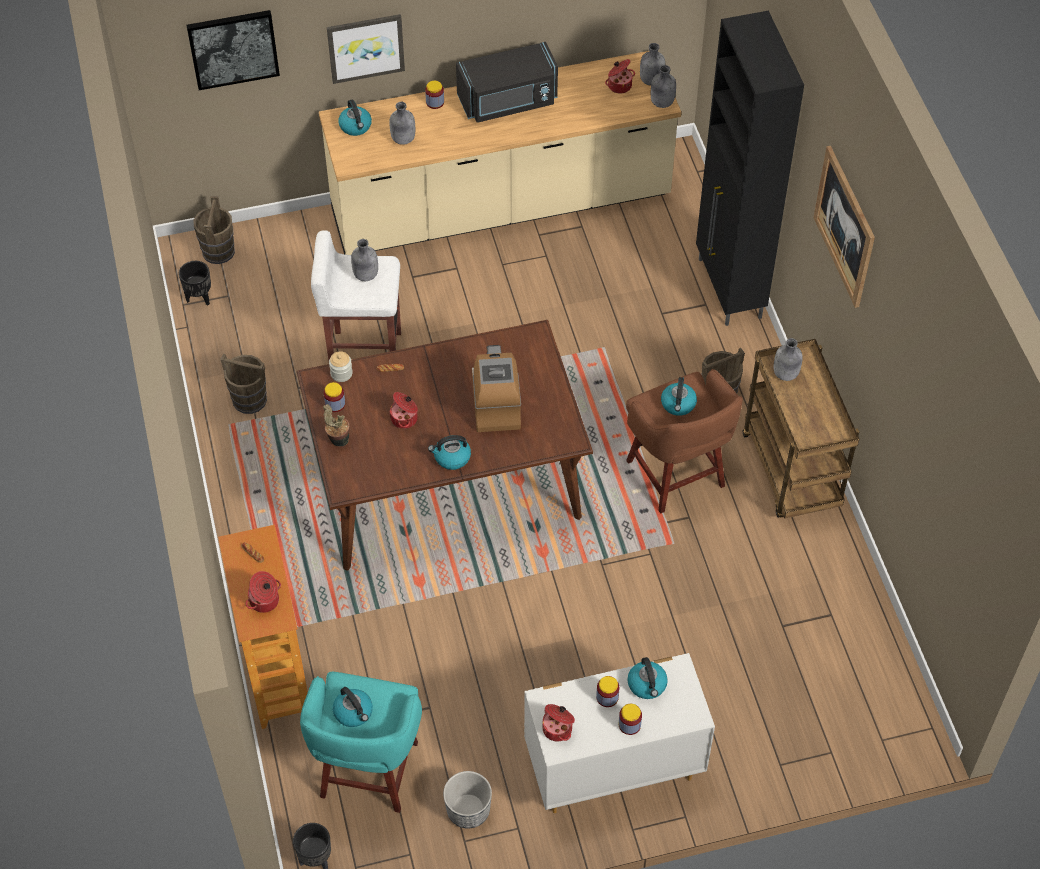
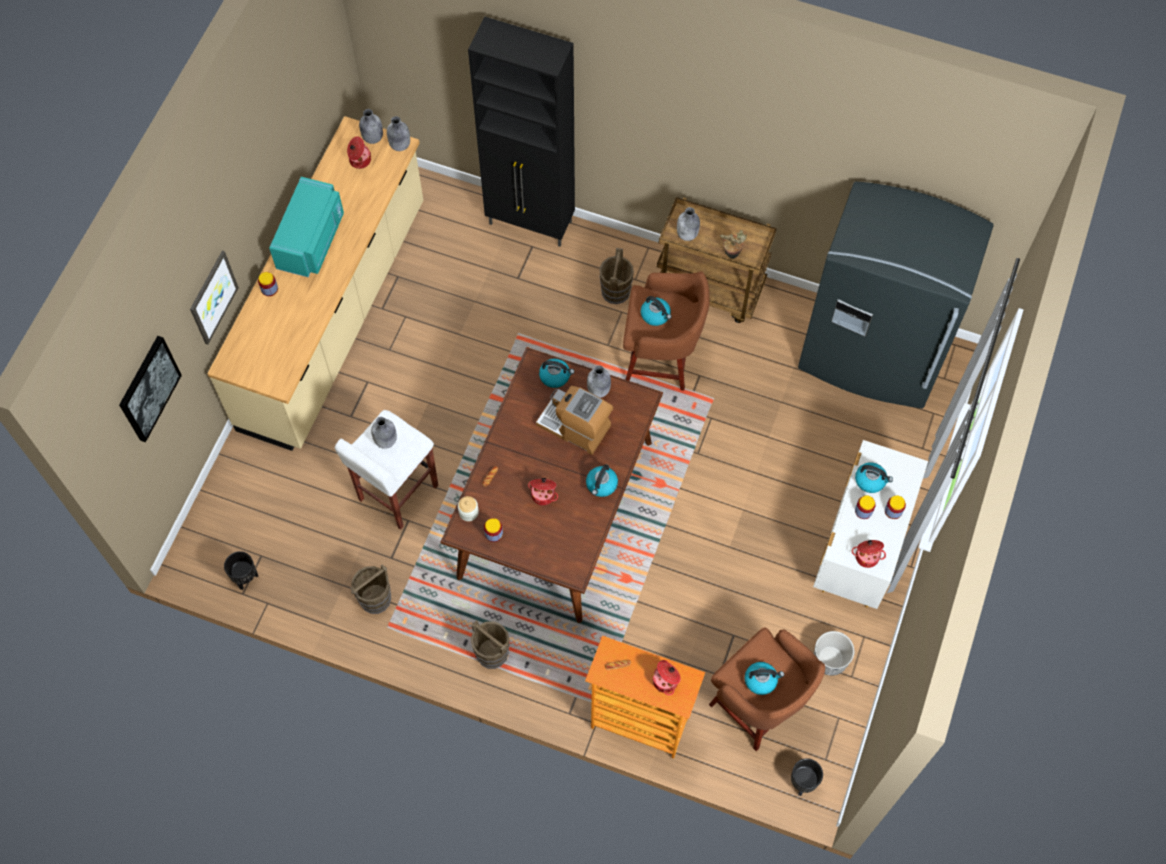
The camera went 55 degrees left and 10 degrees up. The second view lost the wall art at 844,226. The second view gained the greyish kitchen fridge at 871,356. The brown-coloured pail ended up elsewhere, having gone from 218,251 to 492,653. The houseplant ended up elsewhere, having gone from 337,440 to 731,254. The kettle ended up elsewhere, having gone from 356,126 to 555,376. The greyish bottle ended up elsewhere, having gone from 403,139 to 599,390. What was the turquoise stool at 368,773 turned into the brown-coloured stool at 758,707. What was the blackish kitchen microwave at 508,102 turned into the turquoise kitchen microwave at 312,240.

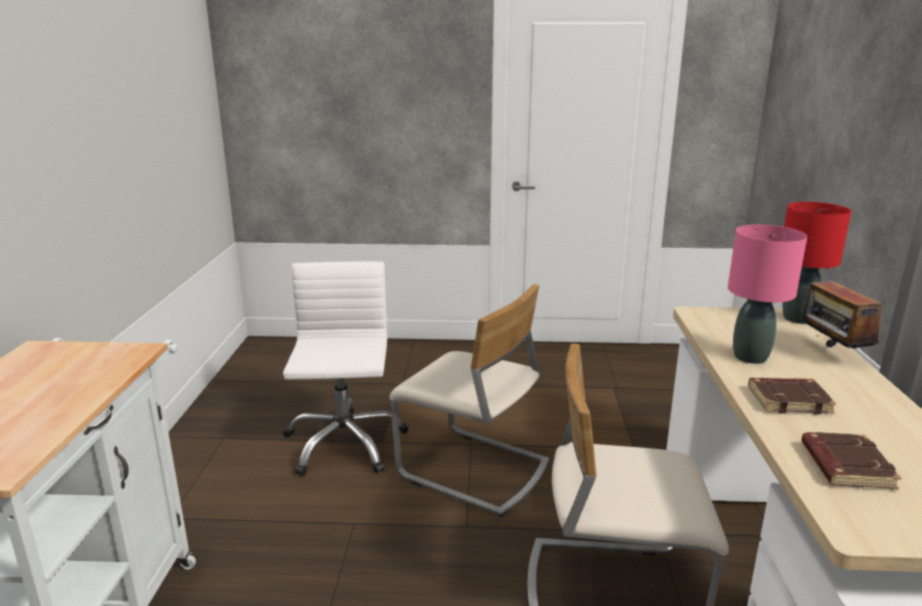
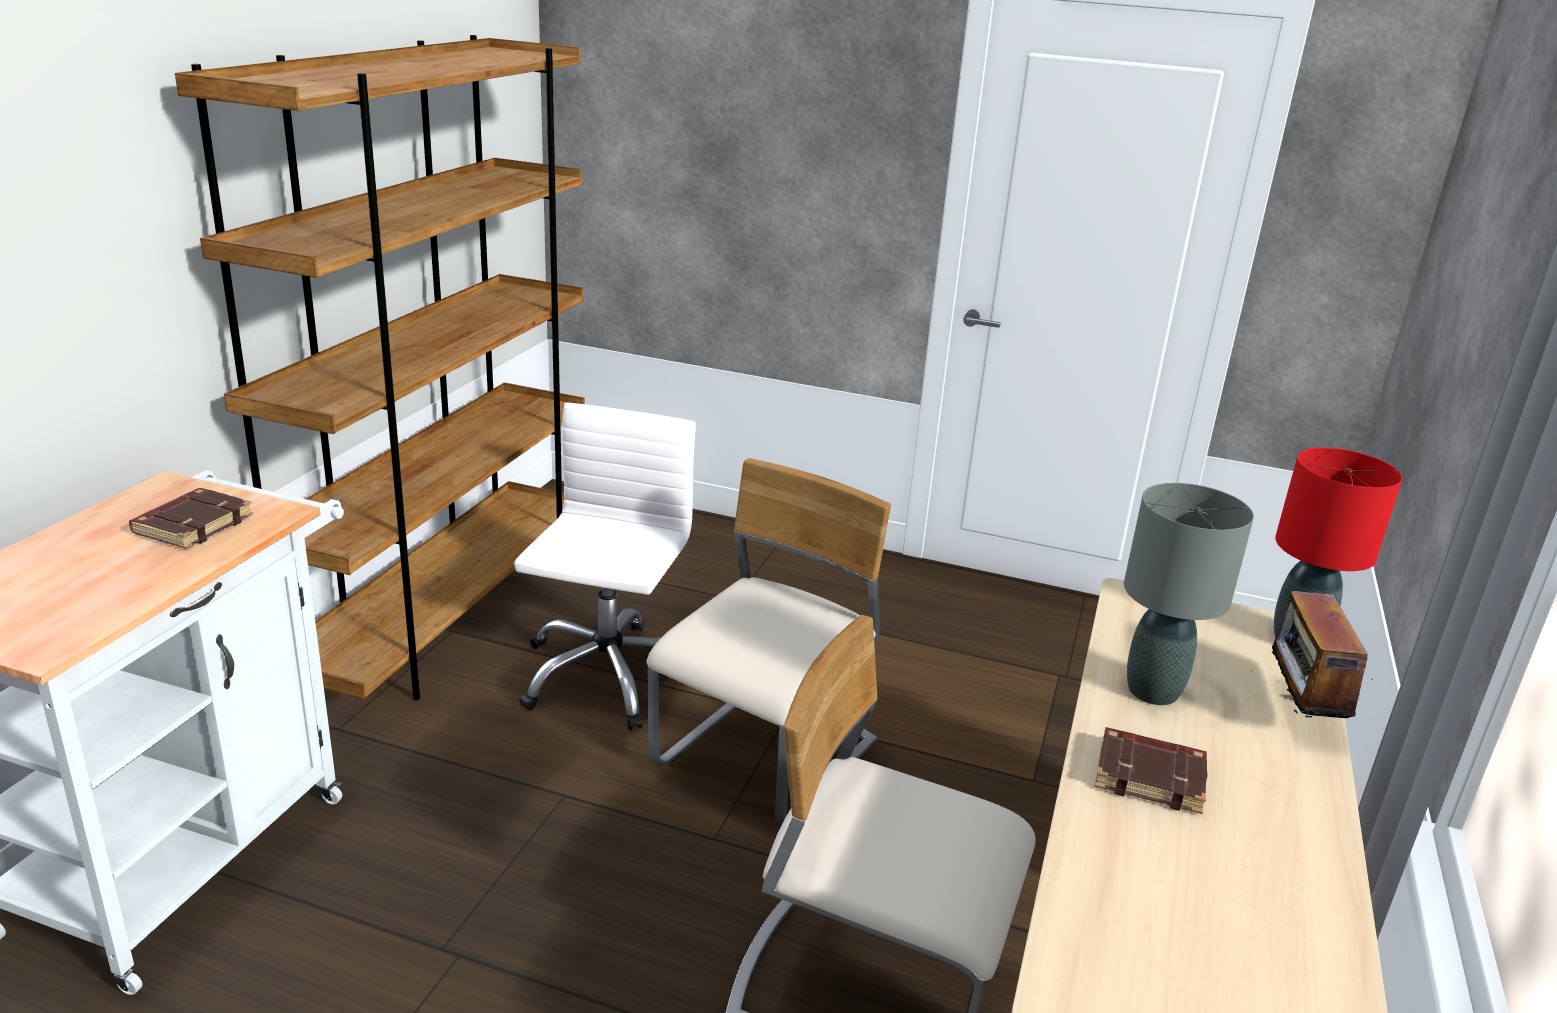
The camera went 15 degrees right and 5 degrees up. The second view gained the brown-coloured bookcase at 449,614. The brown-coloured volume ended up elsewhere, having gone from 844,465 to 193,524. What was the pink-coloured tabletop lamp at 750,357 turned into the greyish tabletop lamp at 1153,691. The beige upright chair at 473,470 ended up facing another way, 105 degrees counterclockwise from before.

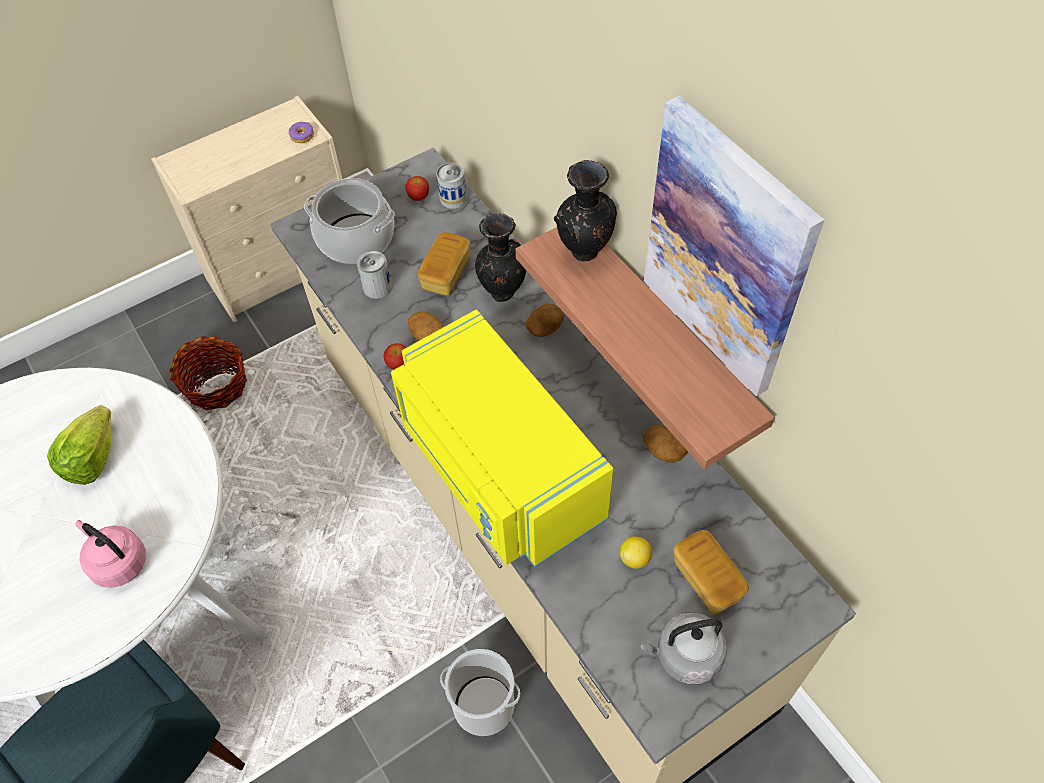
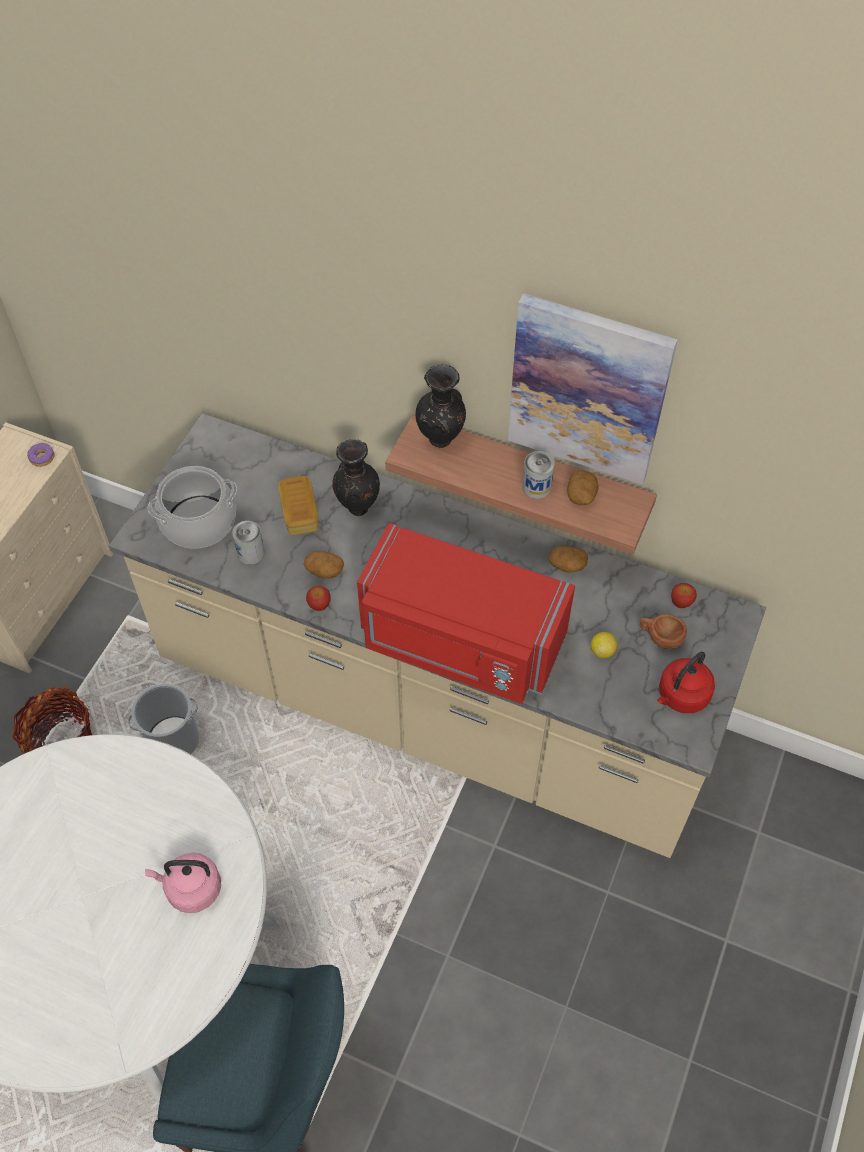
The camera went 35 degrees left and 0 degrees up. The second view lost the lettuce head at 92,458. The apple ended up elsewhere, having gone from 419,197 to 681,602. The can ended up elsewhere, having gone from 453,199 to 536,487. The pail ended up elsewhere, having gone from 483,705 to 173,739. The whole potato ended up elsewhere, having gone from 545,328 to 581,495. Where the baked bread stood at 707,580, the brown-coloured cup came to stand at 660,638. What was the yellow-coloured kitchen microwave at 497,471 turned into the reddish kitchen microwave at 459,644. What was the greyish kettle at 685,656 turned into the reddish kettle at 681,696.

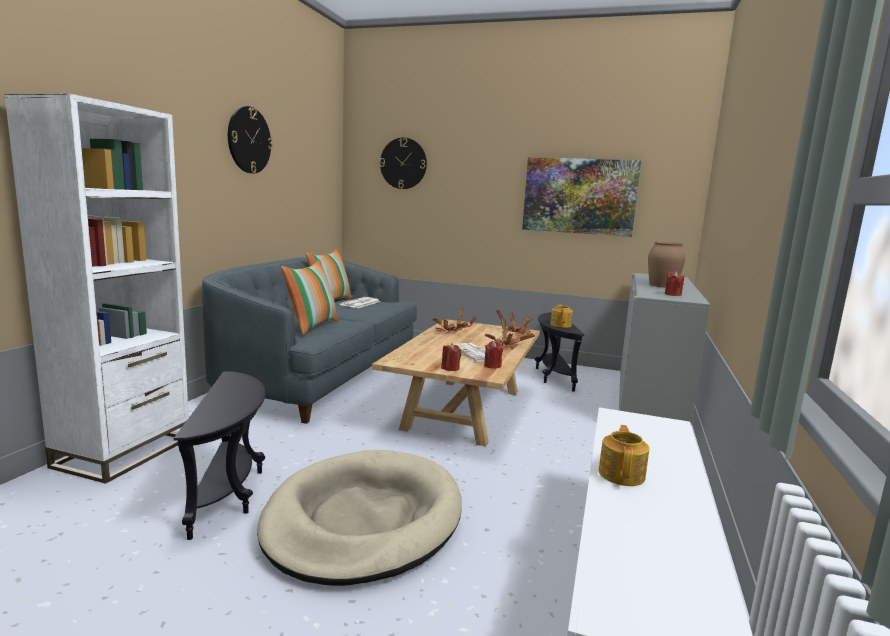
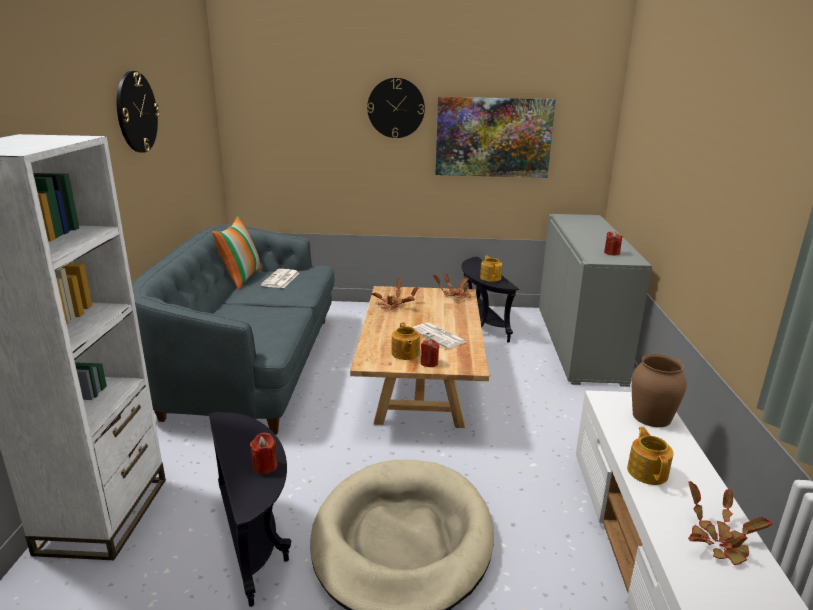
The camera went 15 degrees left and 10 degrees up. The second view lost the throw pillow at 312,326. The second view gained the teapot at 405,353. The wall clock ended up elsewhere, having gone from 403,163 to 396,108. The reddish wax candle ended up elsewhere, having gone from 492,366 to 265,466. The houseplant ended up elsewhere, having gone from 508,345 to 719,541. The brown-coloured flower vase ended up elsewhere, having gone from 662,285 to 652,417.

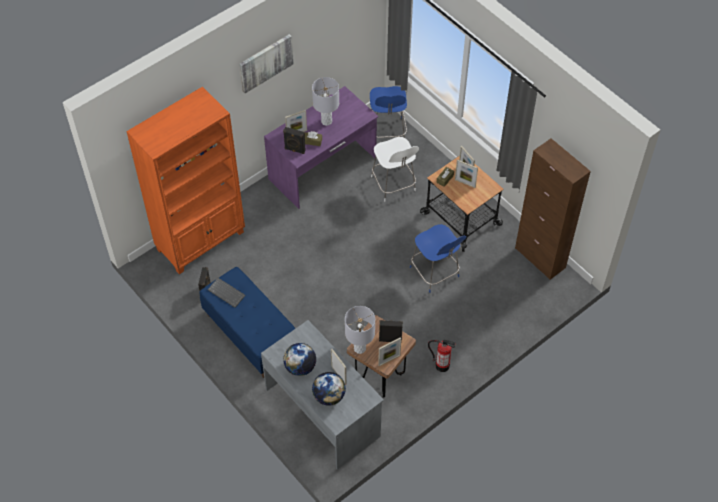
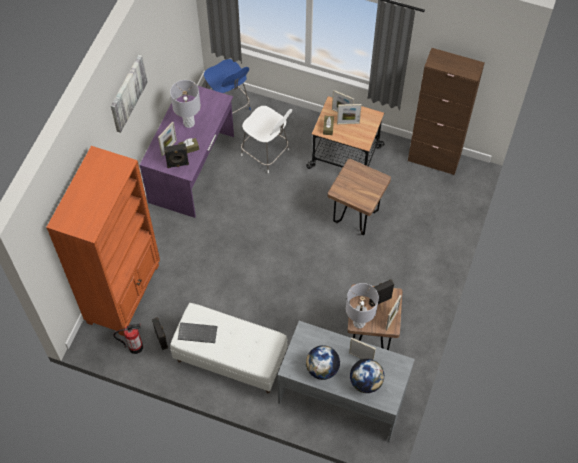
The camera went 30 degrees left and 5 degrees up. The fire-fighting cylinder ended up elsewhere, having gone from 442,365 to 135,347. Where the blue-coloured upright chair stood at 435,273, the brown-coloured stool came to stand at 355,217. What was the blue-coloured long seat at 250,334 turned into the whitish long seat at 230,359.

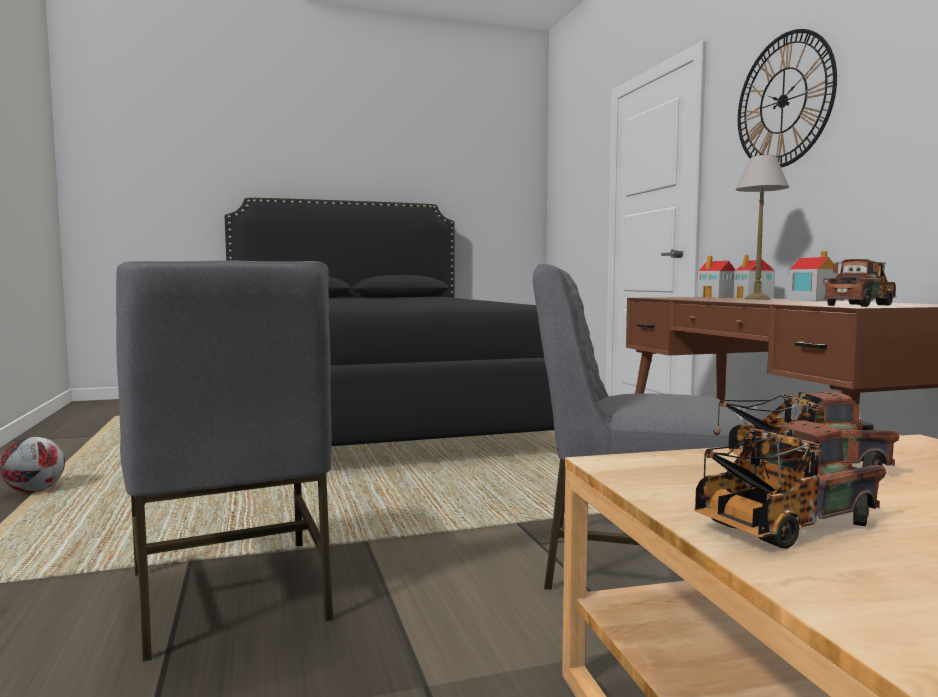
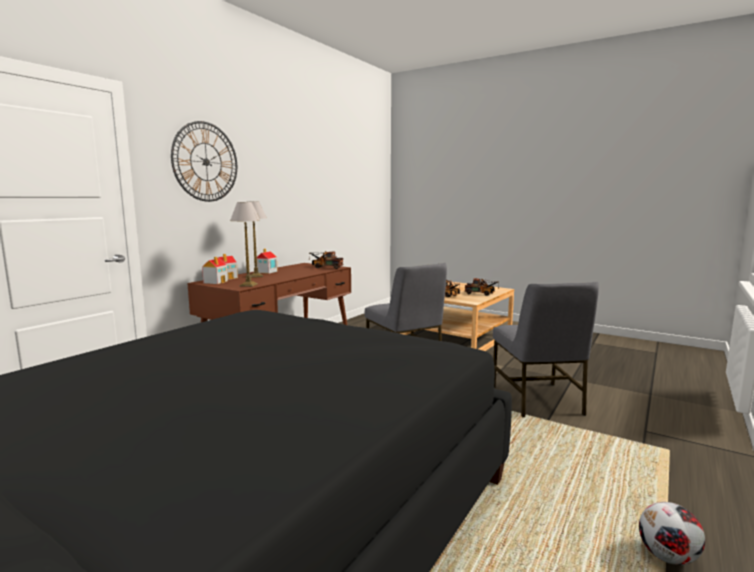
The camera went 130 degrees left and 5 degrees up. The second view gained the tabletop lamp at 248,285. The greyish upright chair at 231,596 ended up facing another way, 150 degrees clockwise from before.

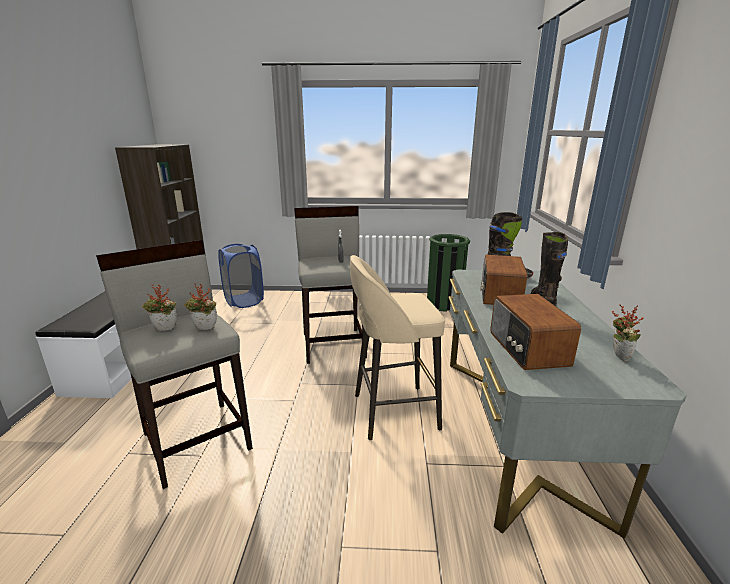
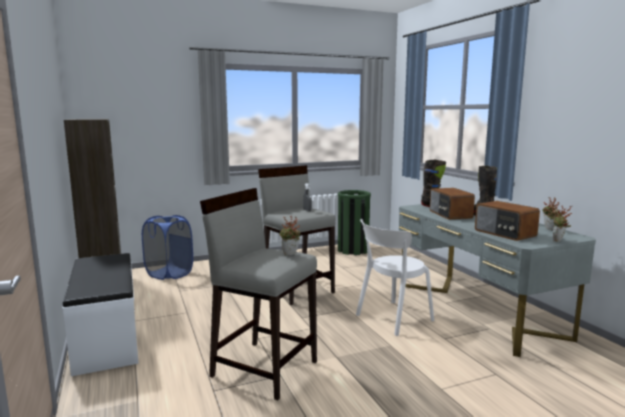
The camera went 25 degrees left and 10 degrees down. The houseplant ended up elsewhere, having gone from 164,330 to 559,241. Where the beige stool stood at 392,412, the whitish upright chair came to stand at 391,318.

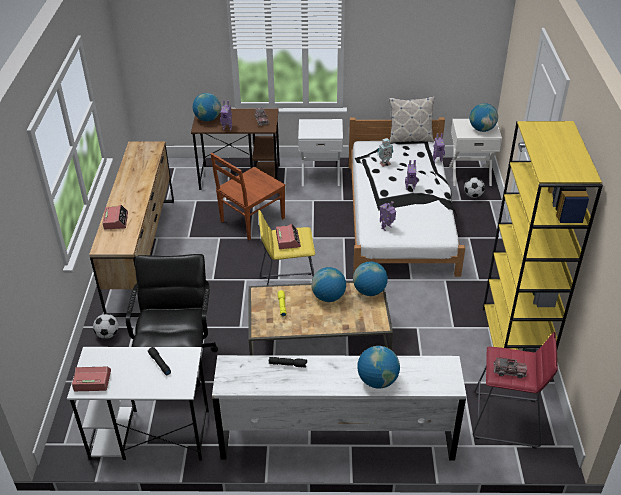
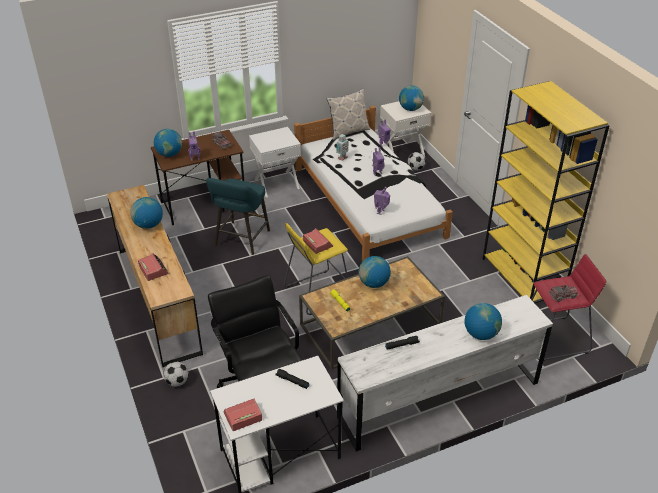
The camera went 25 degrees left and 0 degrees up. The globe ended up elsewhere, having gone from 369,291 to 148,225. Where the brown-coloured upright chair stood at 251,220, the turquoise stool came to stand at 241,240.

